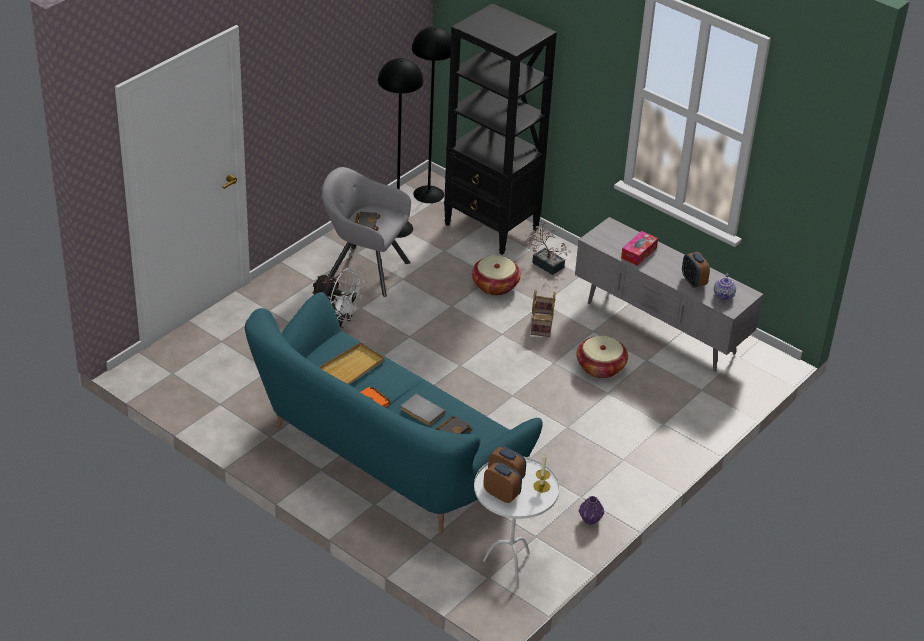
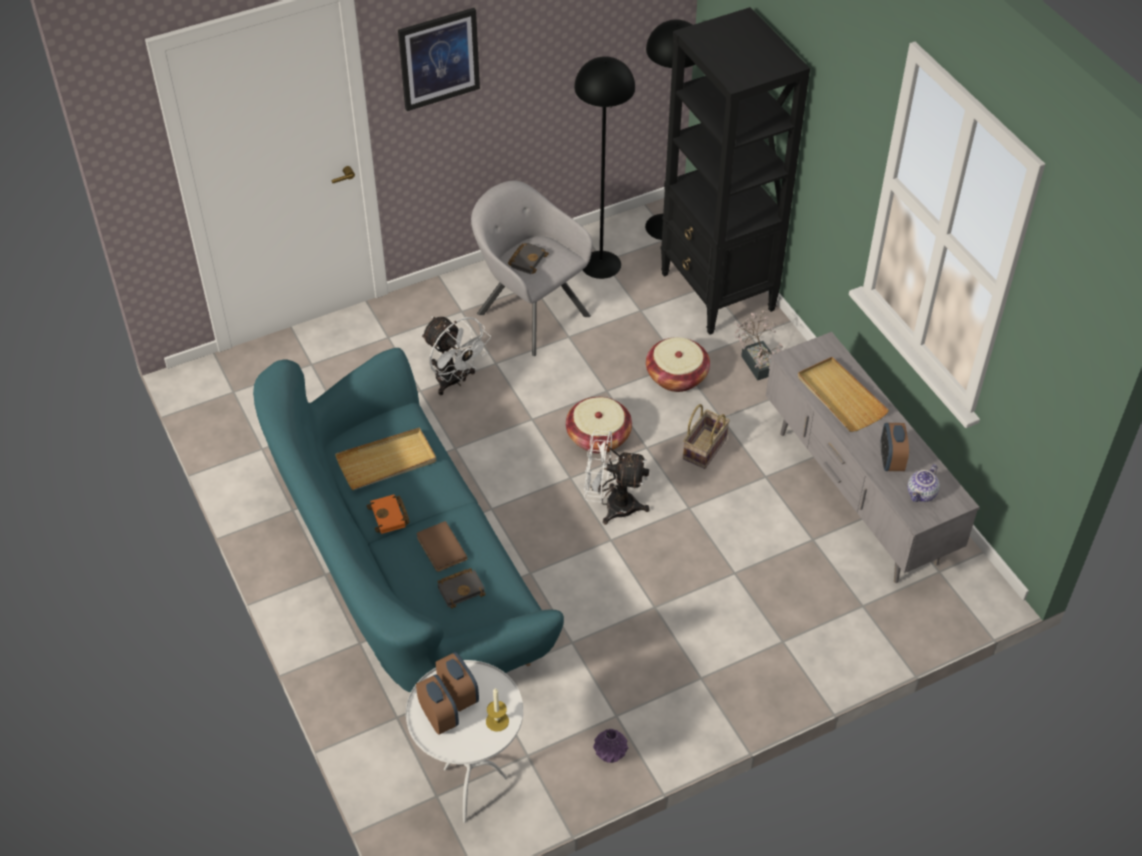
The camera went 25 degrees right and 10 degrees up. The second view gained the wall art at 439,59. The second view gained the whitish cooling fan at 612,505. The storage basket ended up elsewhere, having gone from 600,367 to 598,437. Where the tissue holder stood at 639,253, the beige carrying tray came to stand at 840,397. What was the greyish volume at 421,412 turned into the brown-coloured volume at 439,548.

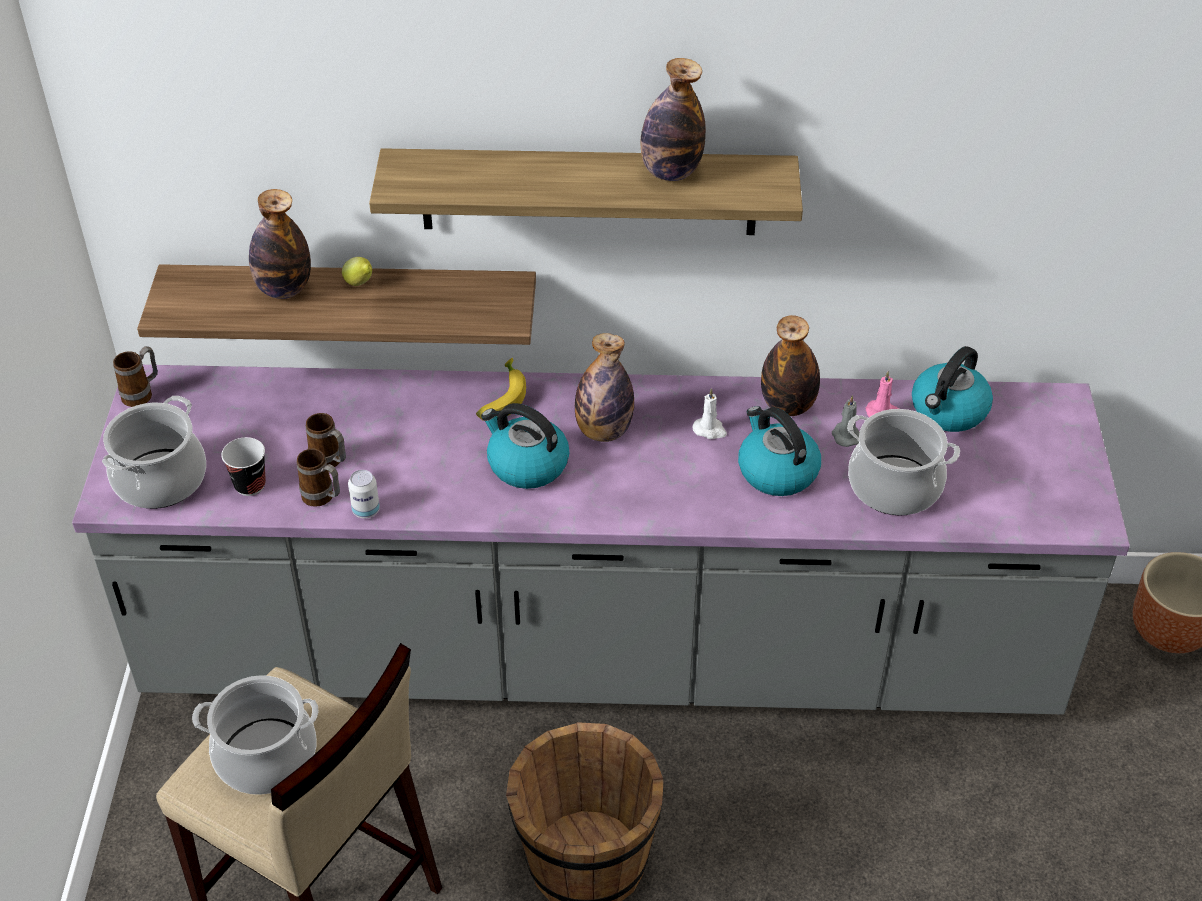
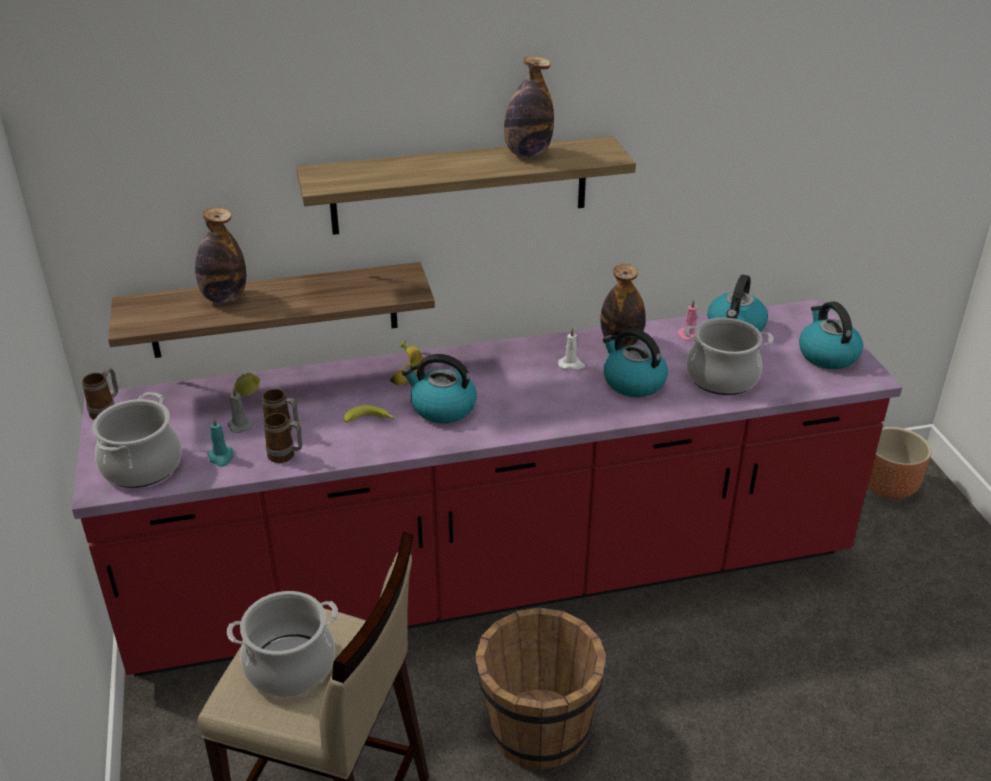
The camera went 15 degrees left and 10 degrees down. The second view lost the can at 366,510. The second view lost the bottle at 603,431. The second view gained the whole banana at 370,420. The second view gained the kettle at 827,355. The lemon ended up elsewhere, having gone from 360,283 to 249,394. The greyish wax candle ended up elsewhere, having gone from 845,435 to 239,425. Where the cup stood at 250,485, the turquoise wax candle came to stand at 221,457. What was the greyish kitchen counter at 601,656 turned into the reddish kitchen counter at 495,580.

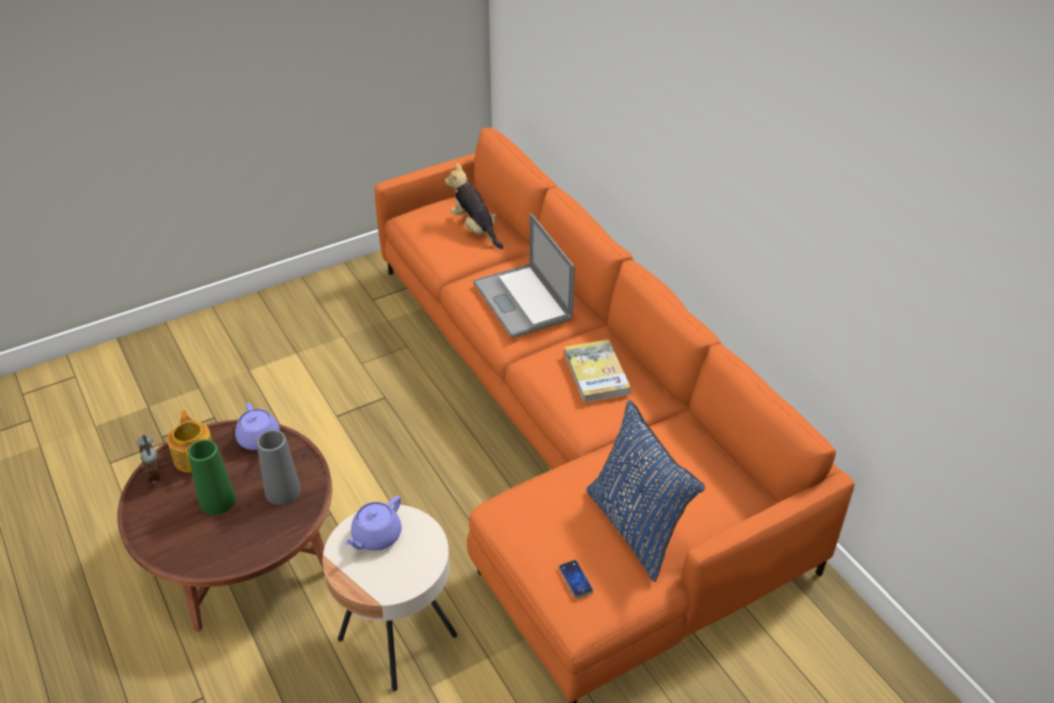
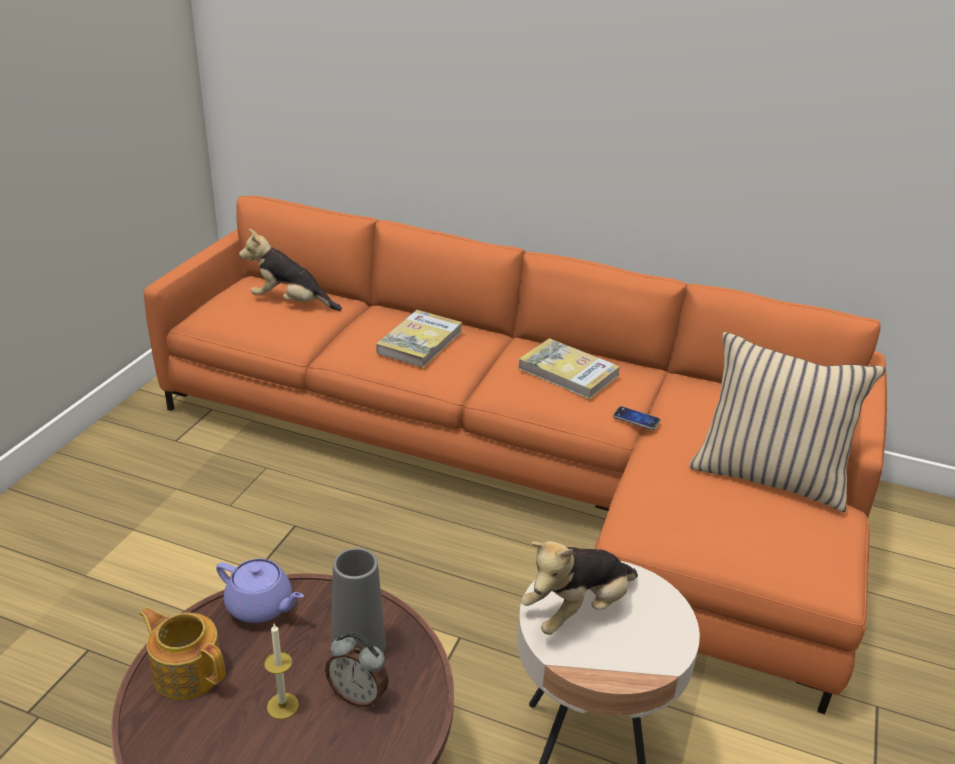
The camera went 40 degrees left and 10 degrees down. The alarm clock ended up elsewhere, having gone from 155,474 to 358,695. The phone ended up elsewhere, having gone from 575,579 to 636,419. Where the greenish flower vase stood at 217,501, the wax candle came to stand at 282,706. Where the purple-coloured teapot stood at 376,536, the plush toy came to stand at 577,610. Where the notebook computer stood at 522,300, the volume came to stand at 420,342. What was the blue-coloured throw pillow at 637,526 turned into the beige throw pillow at 768,476.

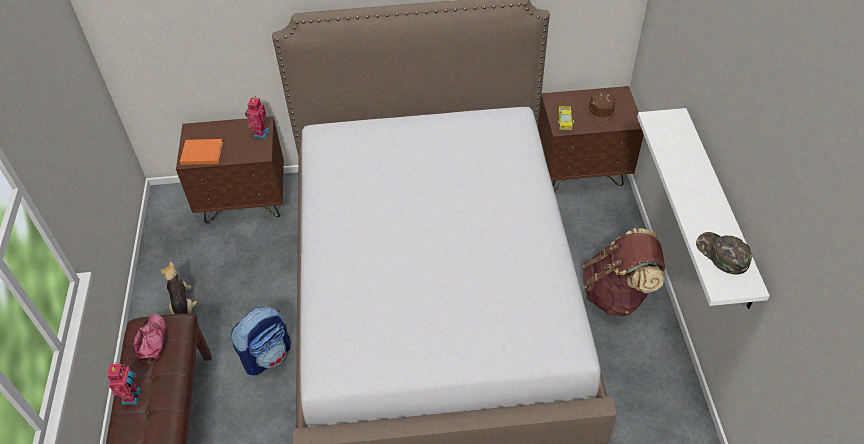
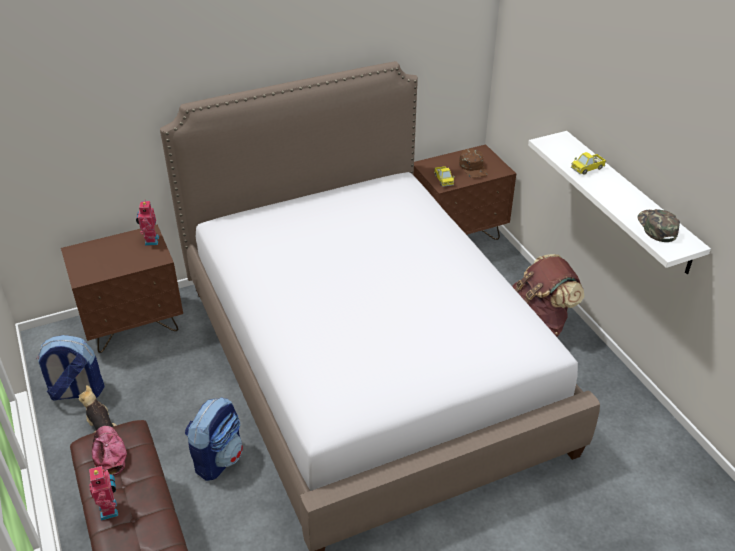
The camera went 20 degrees left and 10 degrees down. The second view lost the orangey volume at 200,153. The second view gained the backpack at 76,392. The second view gained the model truck at 587,168. The greenish cap at 722,254 ended up facing another way, 45 degrees clockwise from before.

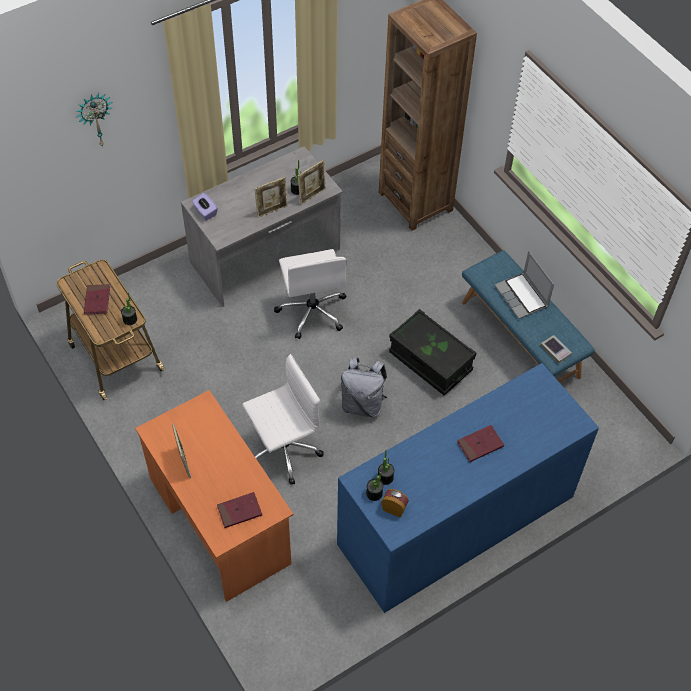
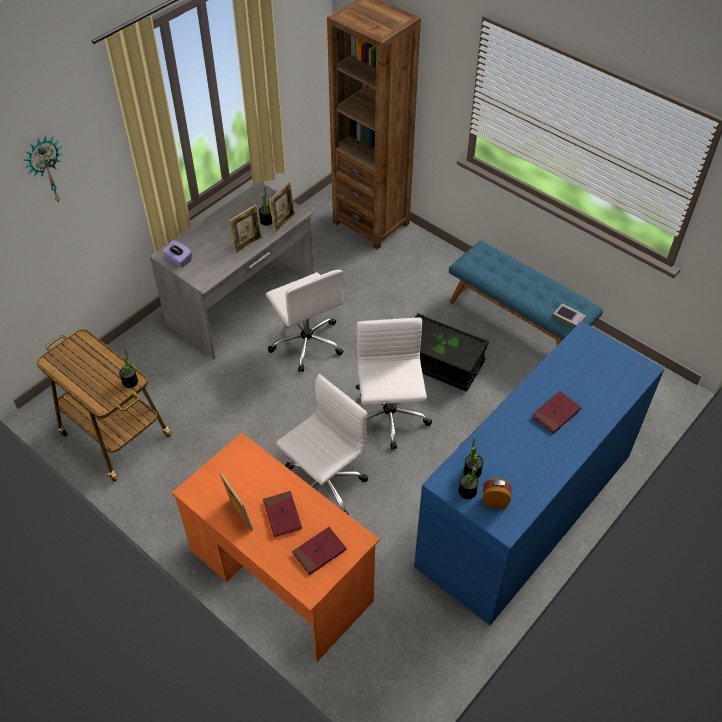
The camera went 15 degrees left and 5 degrees down. The second view lost the notebook computer at 522,297. The reddish volume ended up elsewhere, having gone from 97,300 to 282,515. Where the greyish backpack stood at 362,404, the whitish office chair came to stand at 389,419.

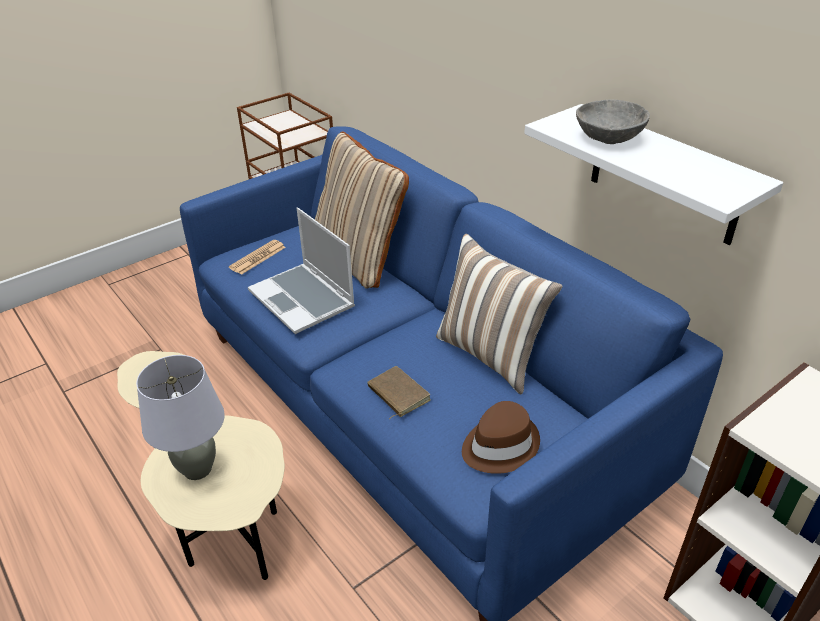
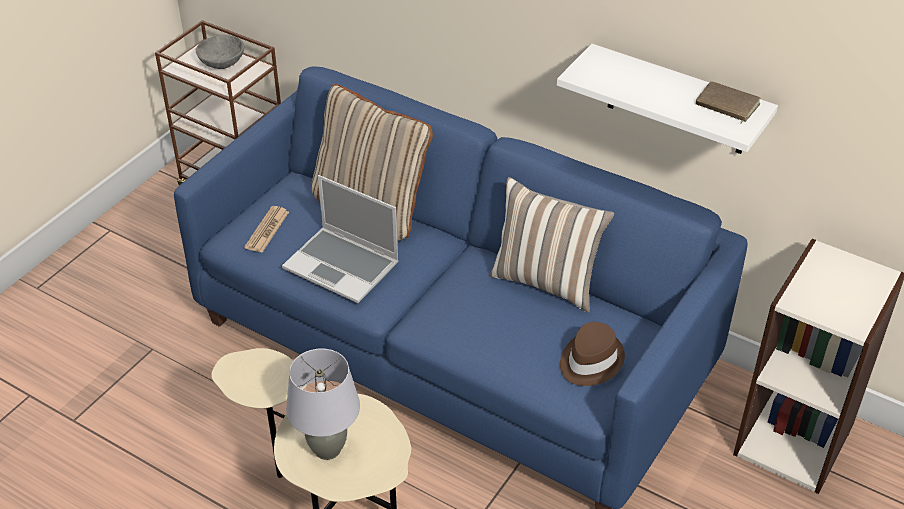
The camera went 20 degrees left and 5 degrees up. The brown-coloured volume ended up elsewhere, having gone from 396,394 to 726,105. The greyish serving bowl ended up elsewhere, having gone from 609,137 to 222,62.

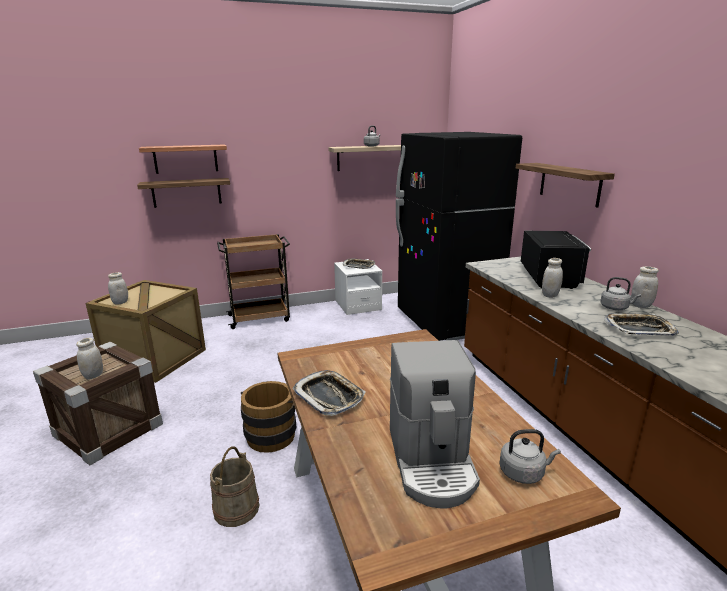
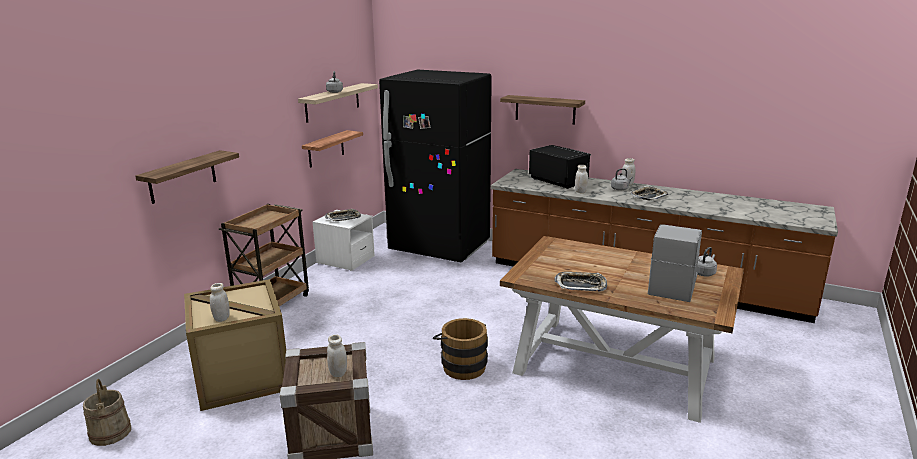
The camera went 45 degrees left and 0 degrees up. The shelf ended up elsewhere, having gone from 185,159 to 326,149. The beige pail ended up elsewhere, having gone from 236,508 to 110,433. The coffee machine at 432,461 ended up facing another way, 105 degrees counterclockwise from before.

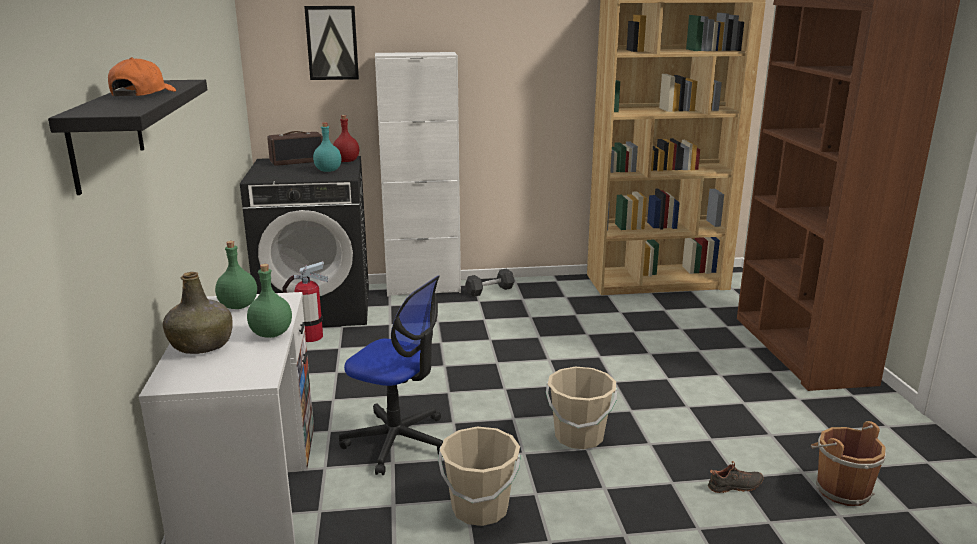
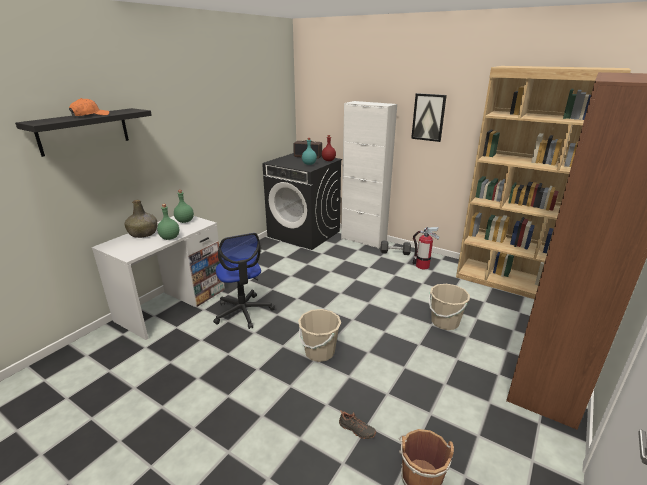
The camera went 40 degrees right and 5 degrees up. The fire-fighting cylinder ended up elsewhere, having gone from 310,337 to 422,266. The wall art ended up elsewhere, having gone from 332,43 to 428,117. The beige pail ended up elsewhere, having gone from 480,509 to 445,322.

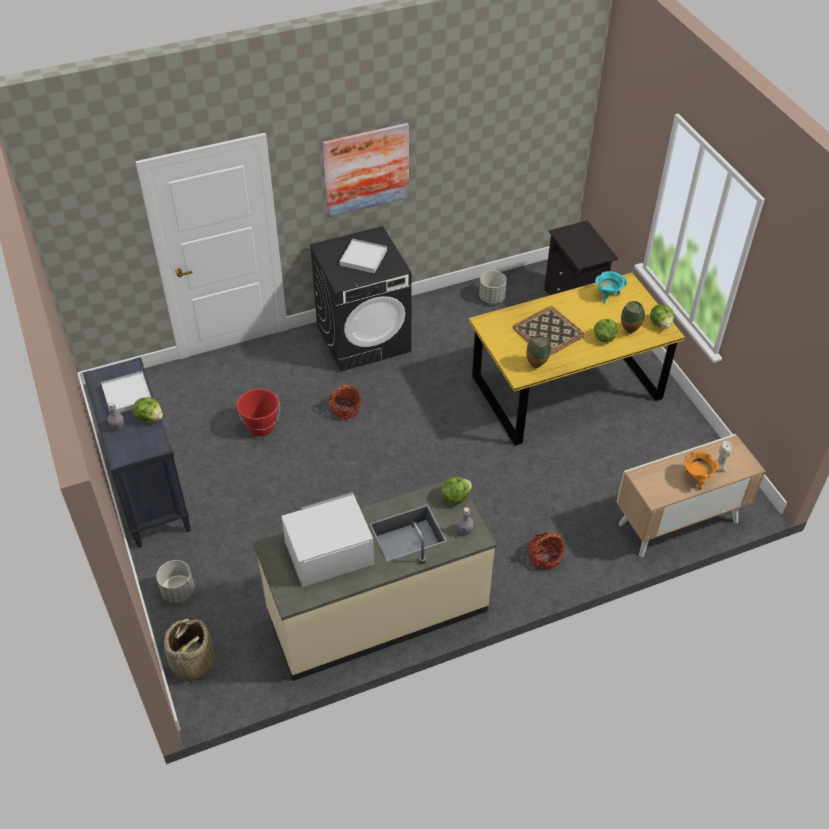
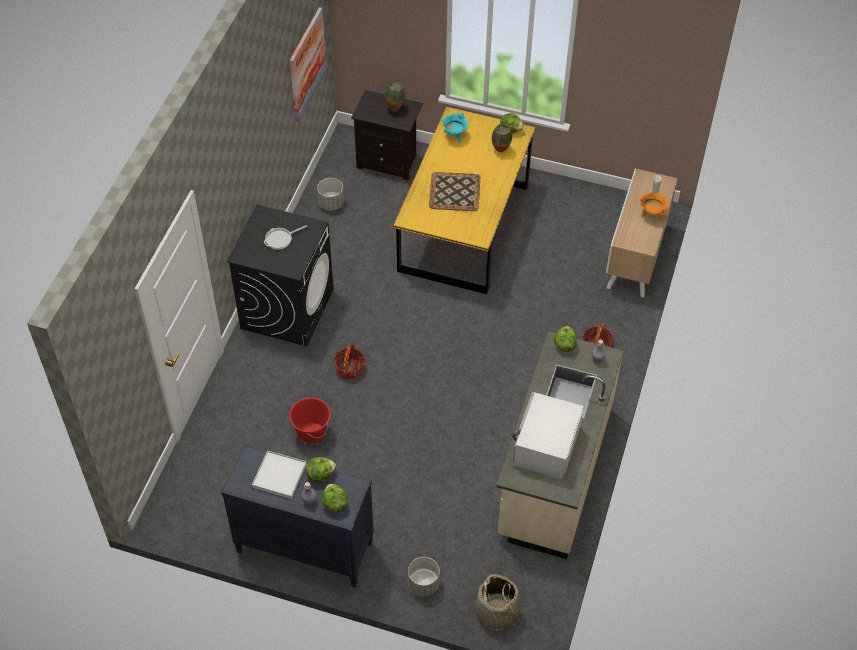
The camera went 50 degrees left and 5 degrees up. The wall art ended up elsewhere, having gone from 366,169 to 306,64. The flower vase ended up elsewhere, having gone from 536,365 to 395,109. The lettuce head ended up elsewhere, having gone from 604,337 to 334,504. Where the whitish carrying tray stood at 363,258, the frying pan came to stand at 280,239.

